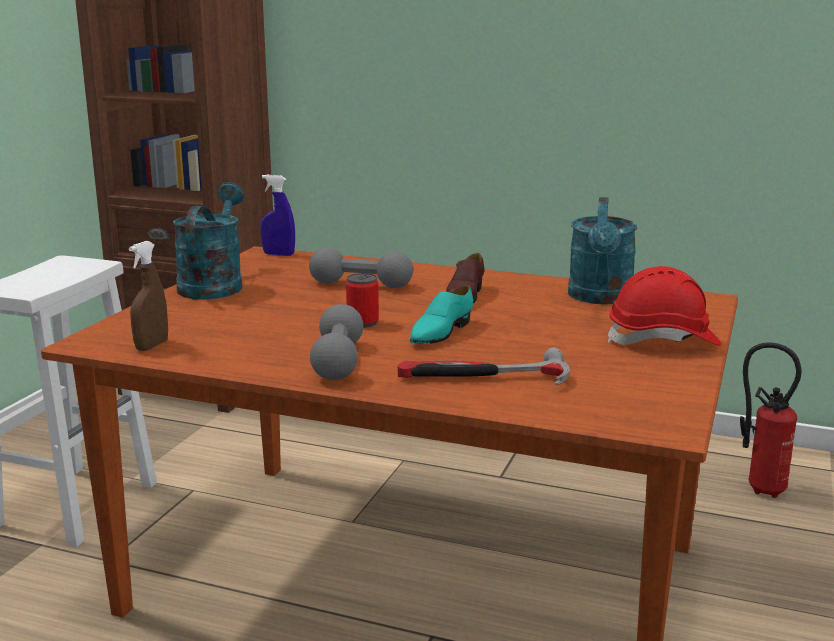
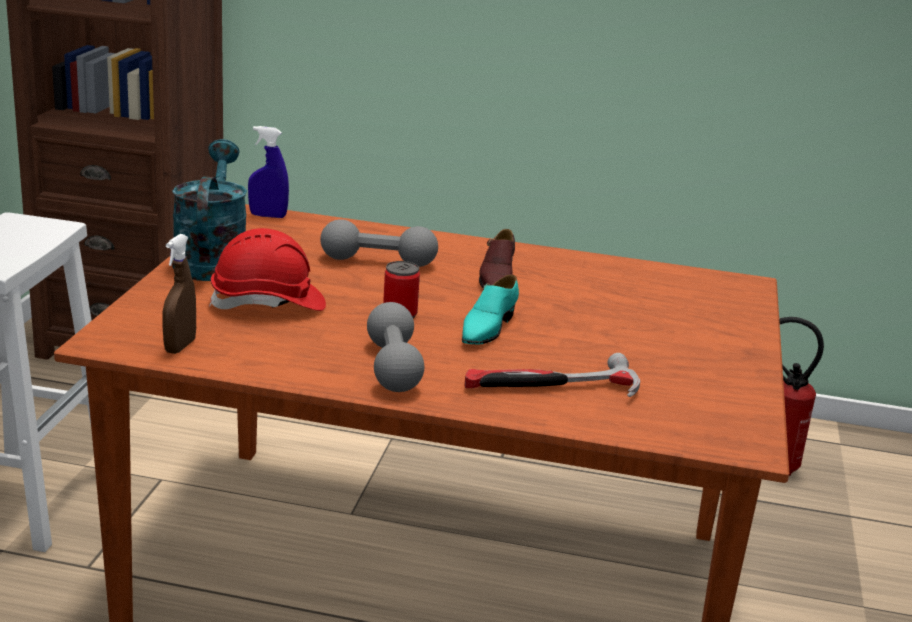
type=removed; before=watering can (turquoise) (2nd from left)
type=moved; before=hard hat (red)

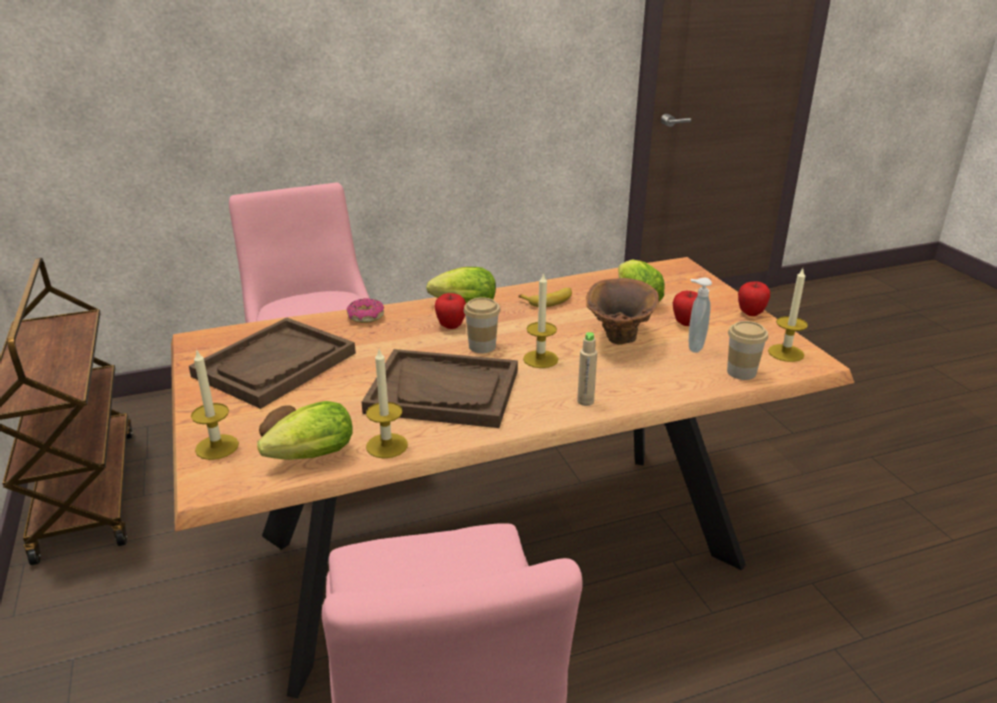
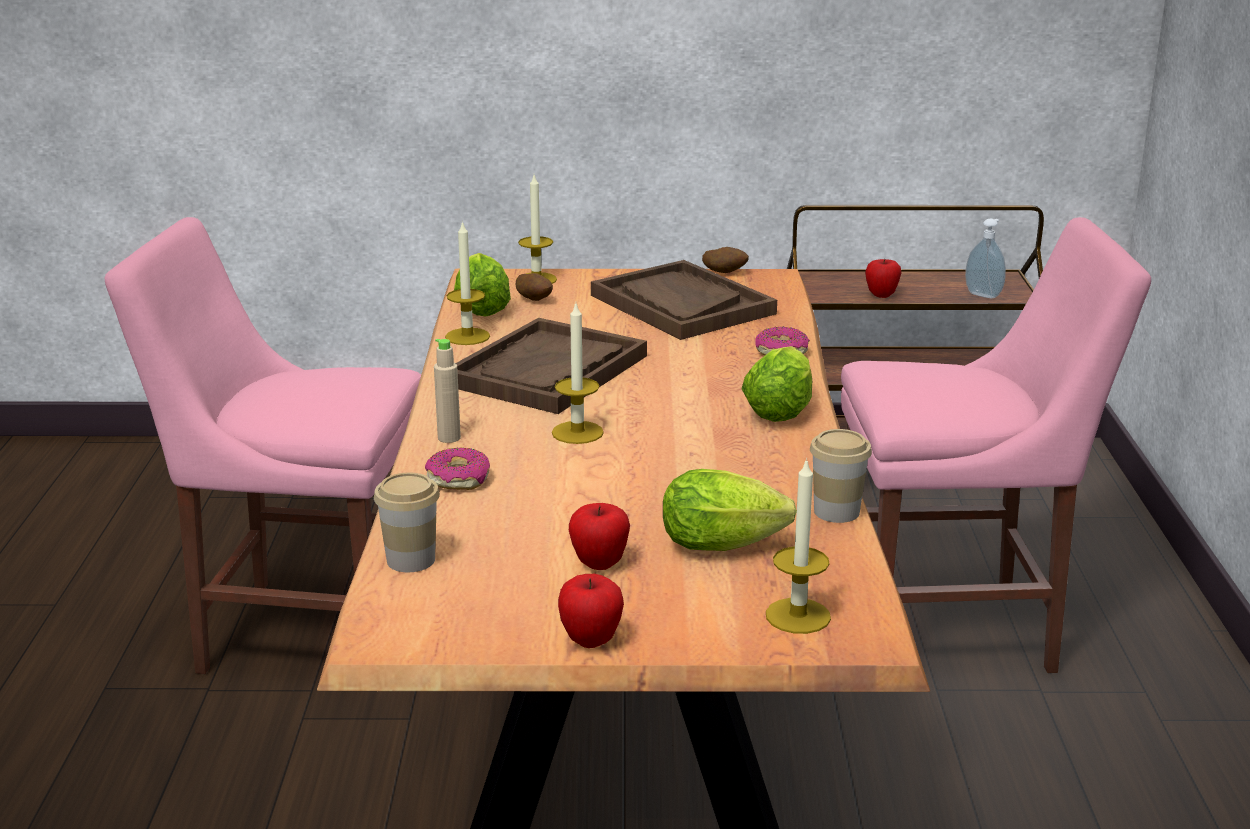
type=moved; before=candle (4th from left)
type=removed; before=vase (brown)
type=moved; before=soap dispenser
type=removed; before=banana
type=moved; before=apple (1st from left in the first image); after=apple (3rd from left)
type=moved; before=cup (1st from left in the first image); after=cup (2nd from left)
type=added; after=potato (2nd from left)
type=added; after=donut (1st from left)

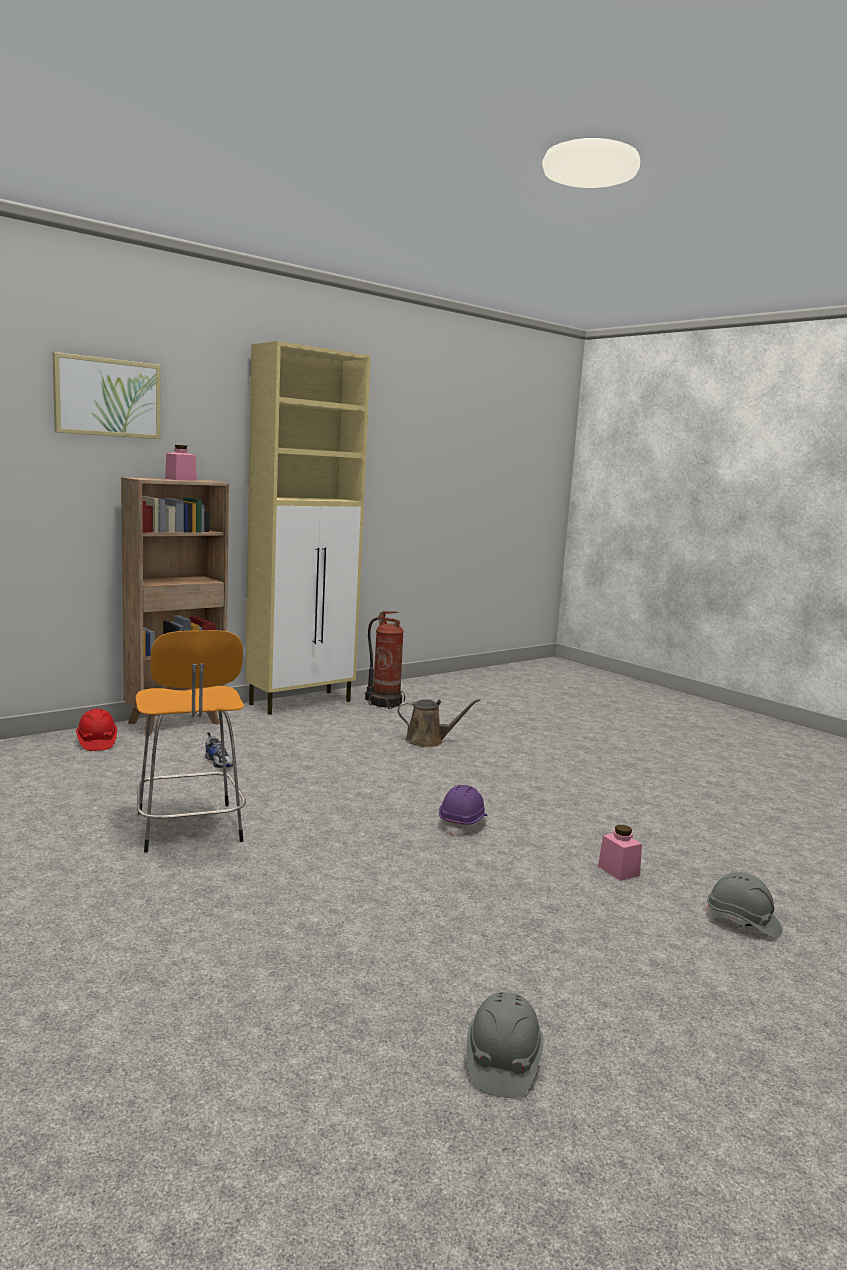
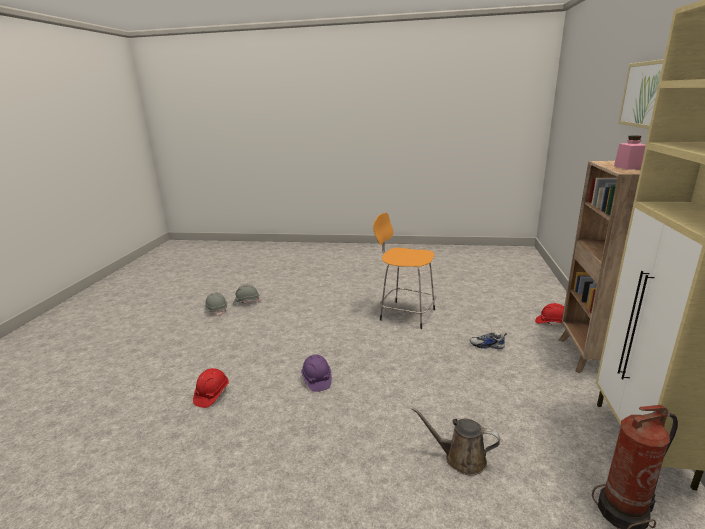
type=turned; before=watering can (brown); turn=60
type=replaced; before=jar (pink) (2nd from left); after=hard hat (red) (1st from left)
type=moved; before=hard hat (grey) (2nd from left)

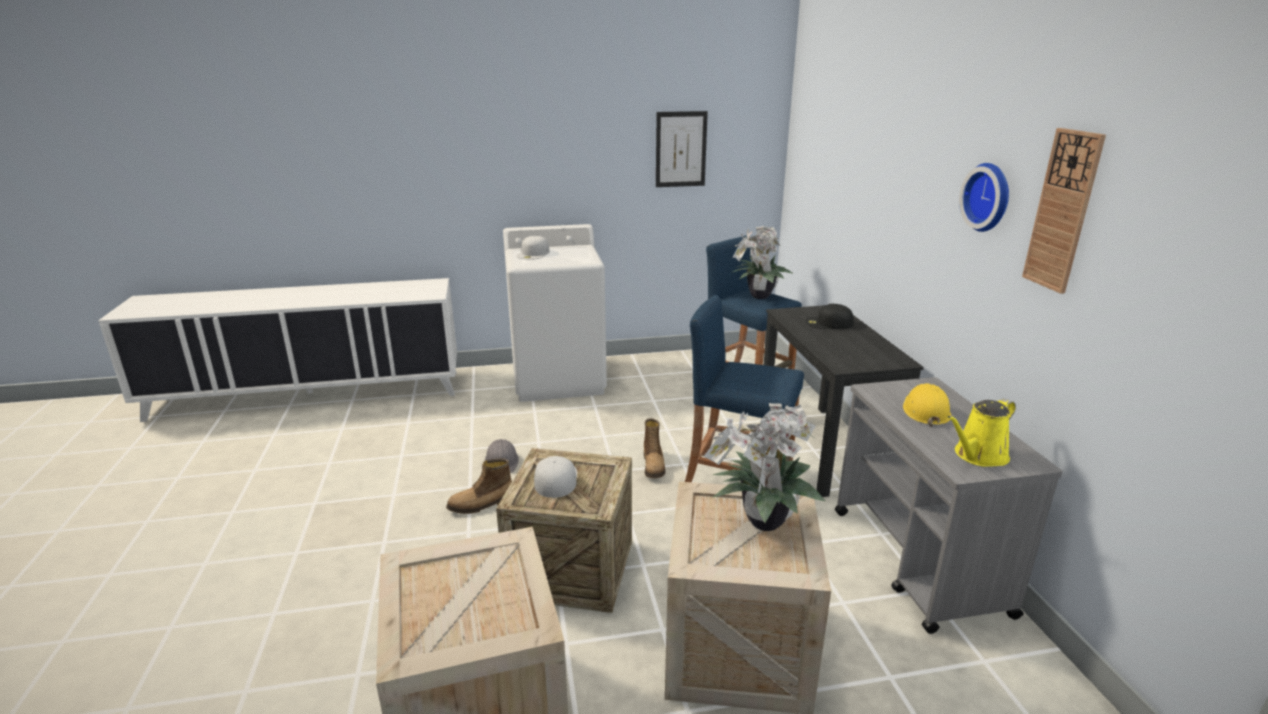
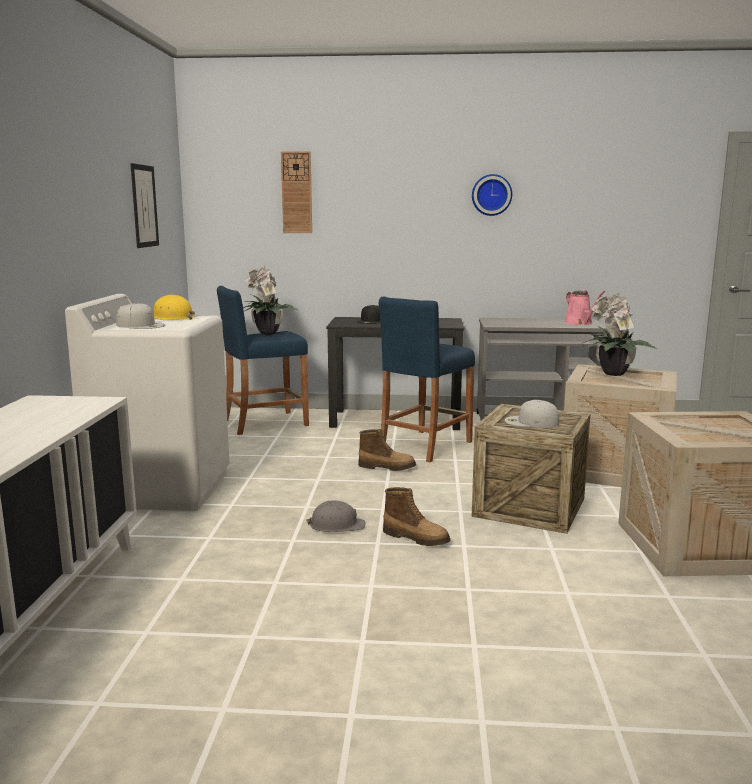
type=moved; before=wall clock (2nd from left in the first image); after=wall clock (1st from left)
type=moved; before=hard hat (yellow)
type=recoloured; before=watering can (yellow); after=watering can (pink)
type=turned; before=boot (1st from left in the first image); turn=-45

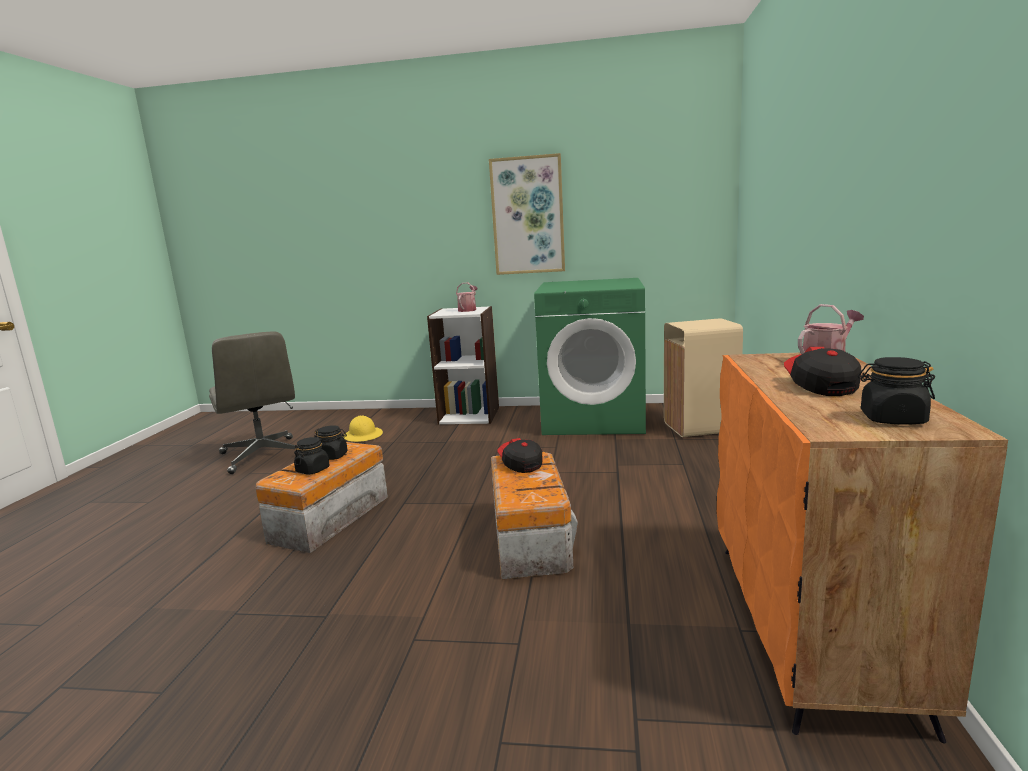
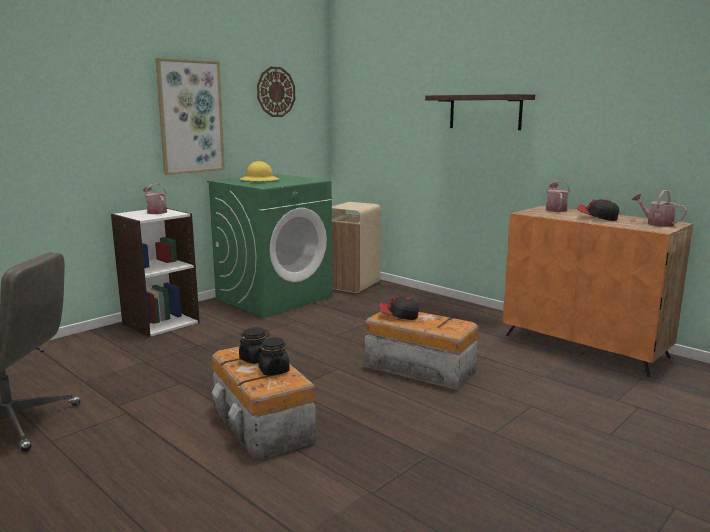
type=replaced; before=jar (black) (3rd from left); after=watering can (3rd from left)
type=moved; before=hard hat (yellow)
type=added; after=wall clock
type=added; after=shelf

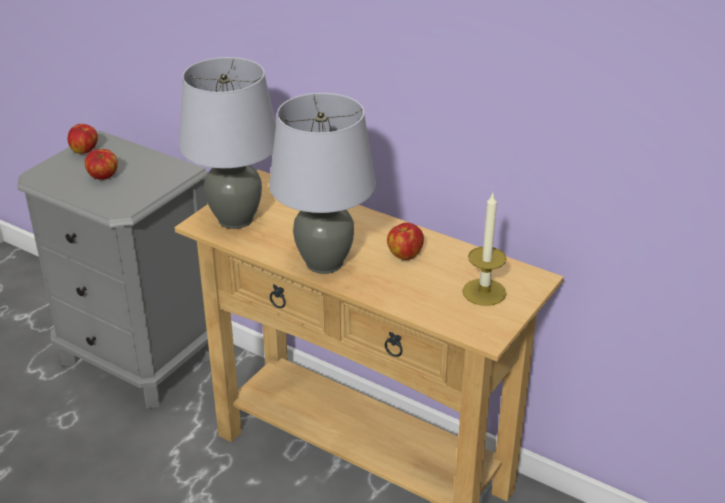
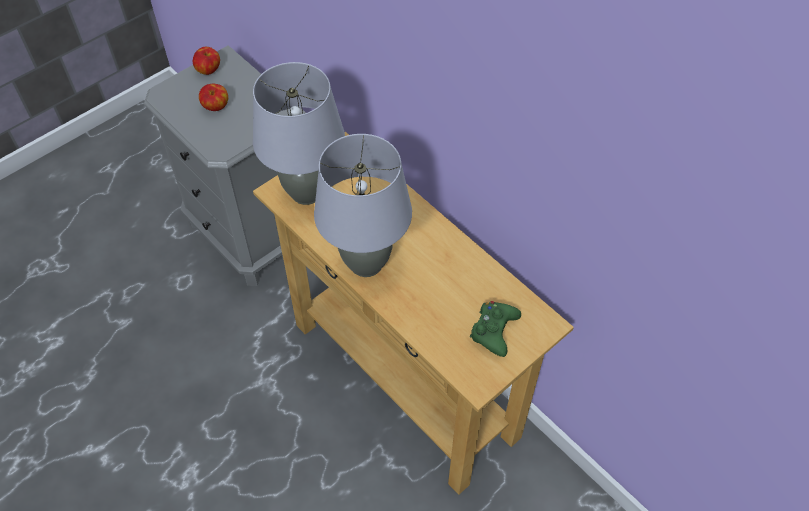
type=replaced; before=candle; after=game controller (green)
type=removed; before=apple (3rd from left)

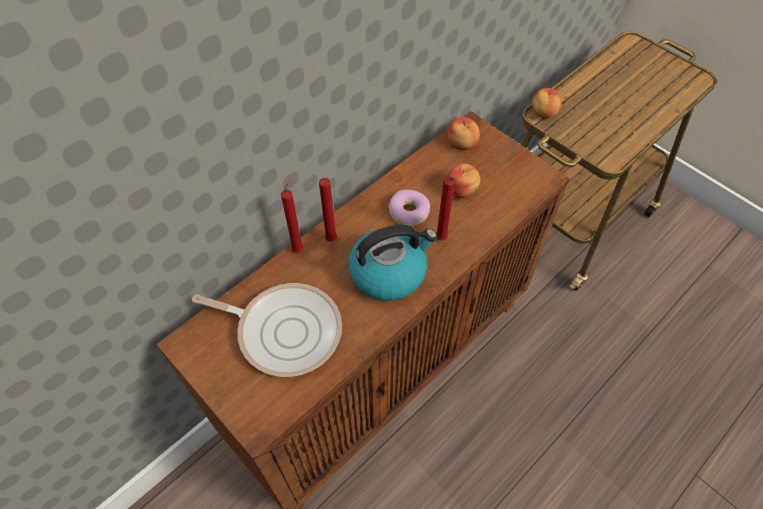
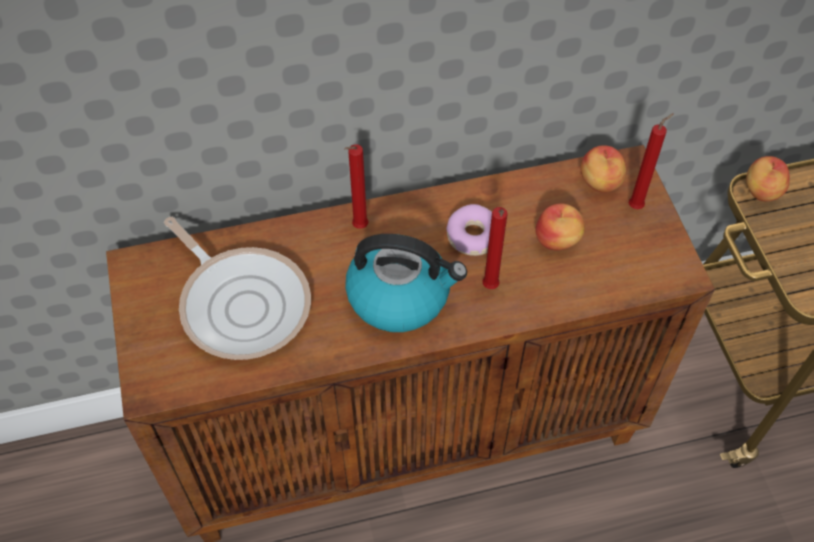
type=moved; before=candle (red) (1st from left in the first image); after=candle (red) (3rd from left)

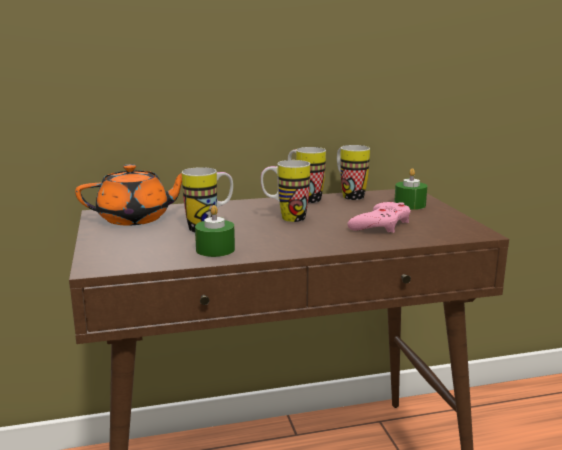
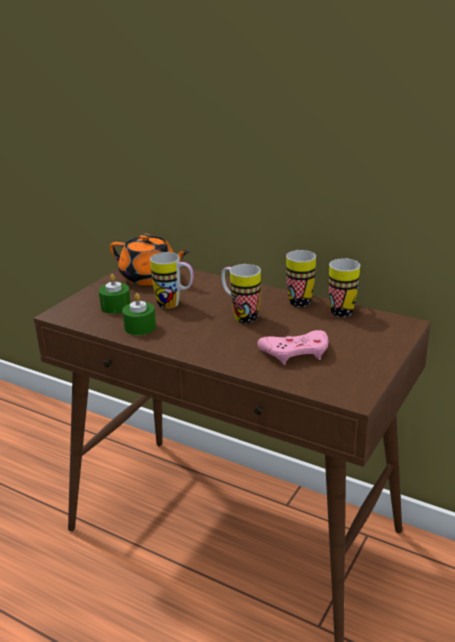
type=moved; before=candle (green) (2nd from left in the first image); after=candle (green) (1st from left)

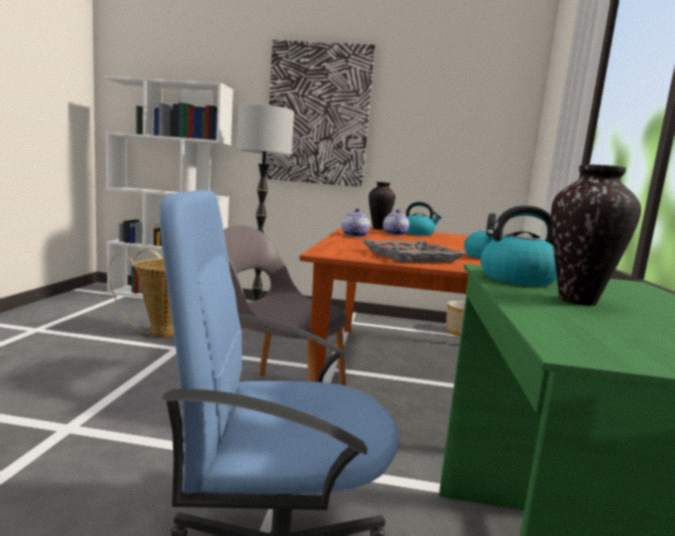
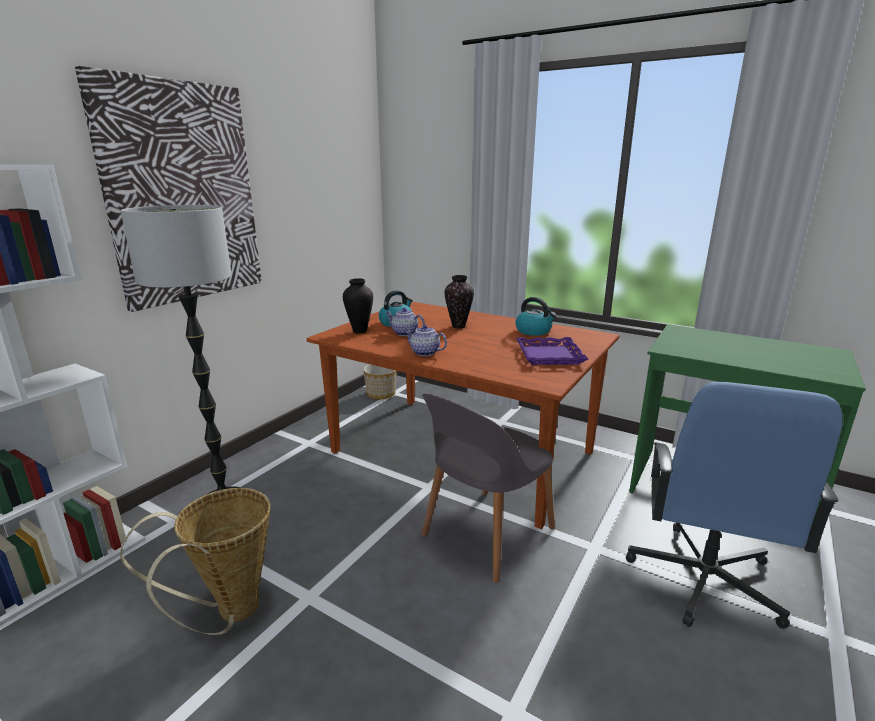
type=moved; before=vase (2nd from left)
type=removed; before=kettle (3rd from left)
type=recoloured; before=tray (grey); after=tray (purple)

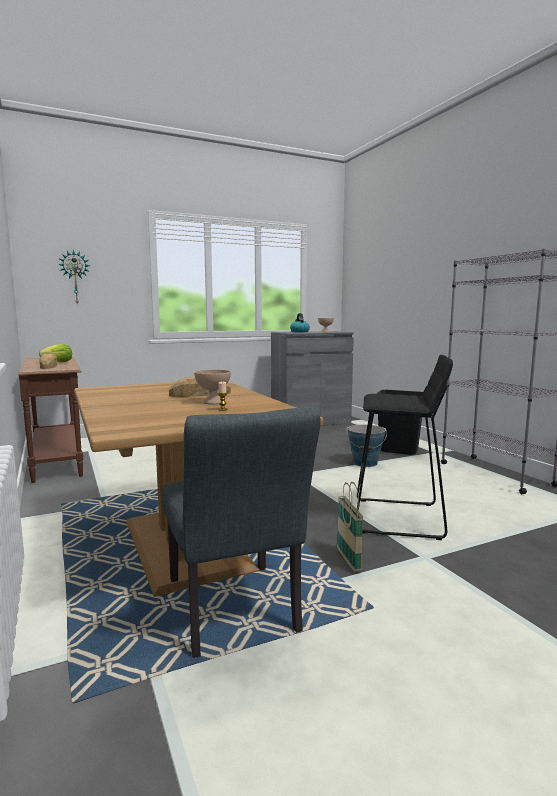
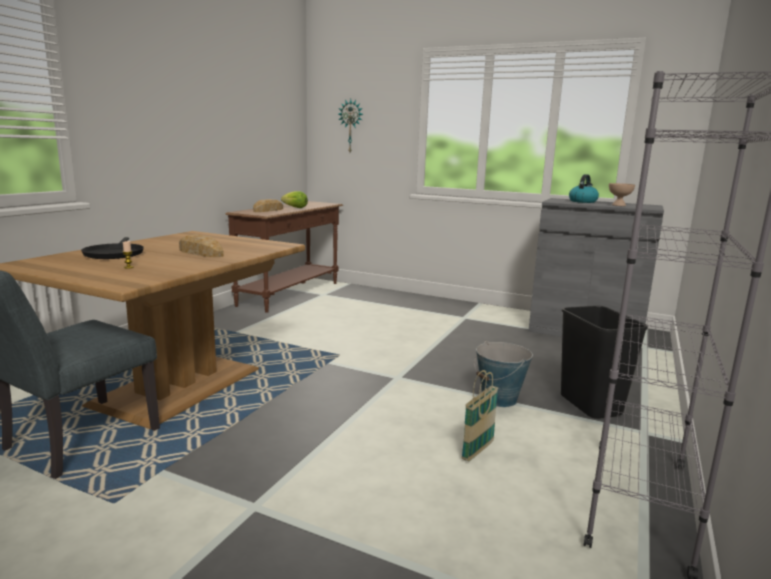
type=removed; before=stool (black)
type=removed; before=bowl (beige) (1st from left)
type=moved; before=basket
type=added; after=frying pan (black)

